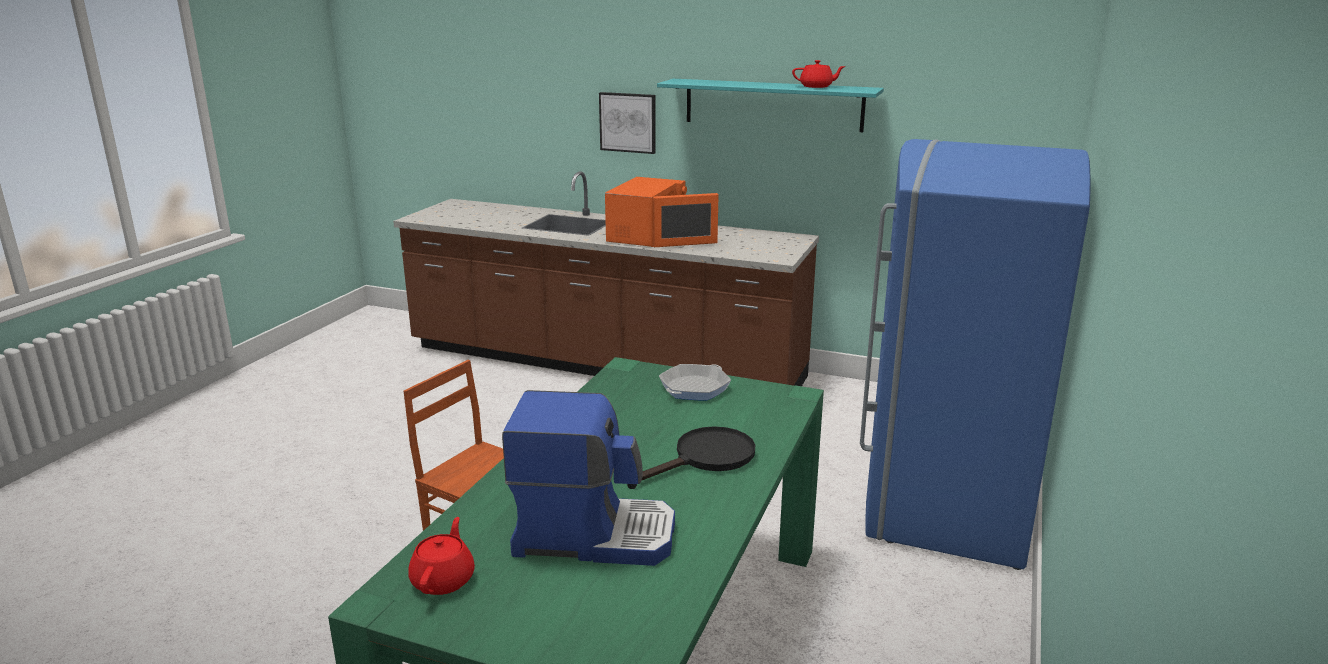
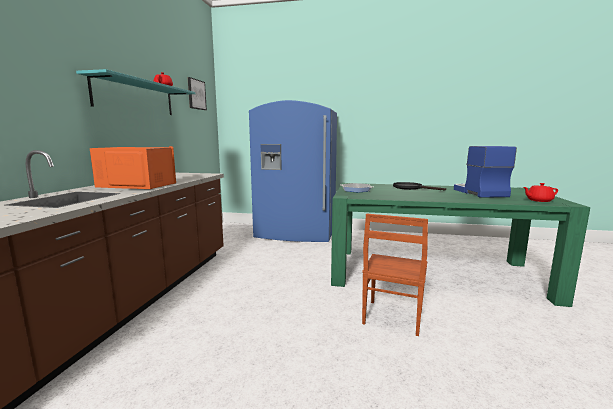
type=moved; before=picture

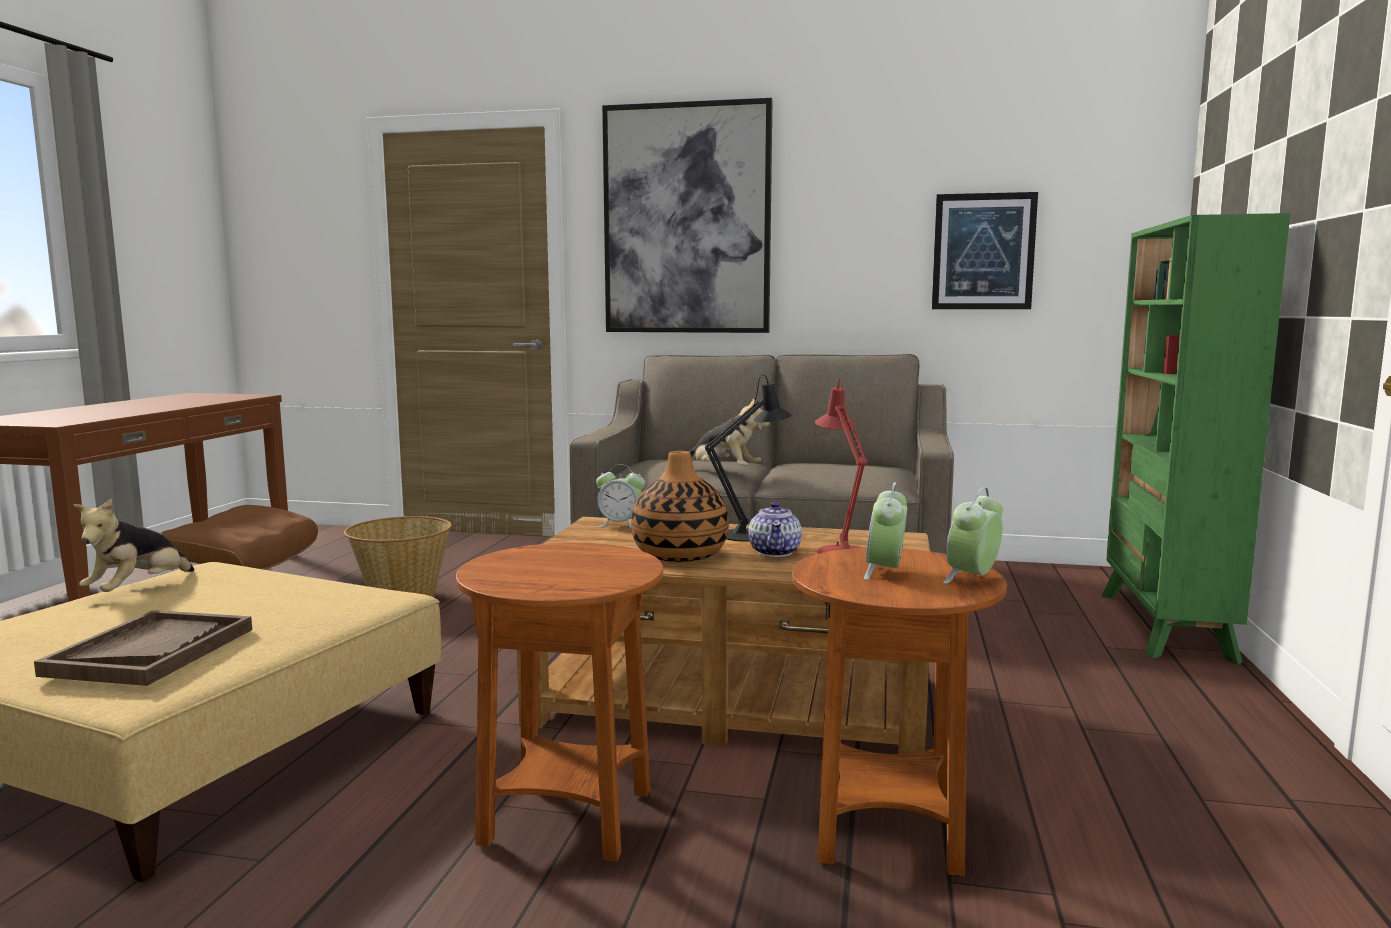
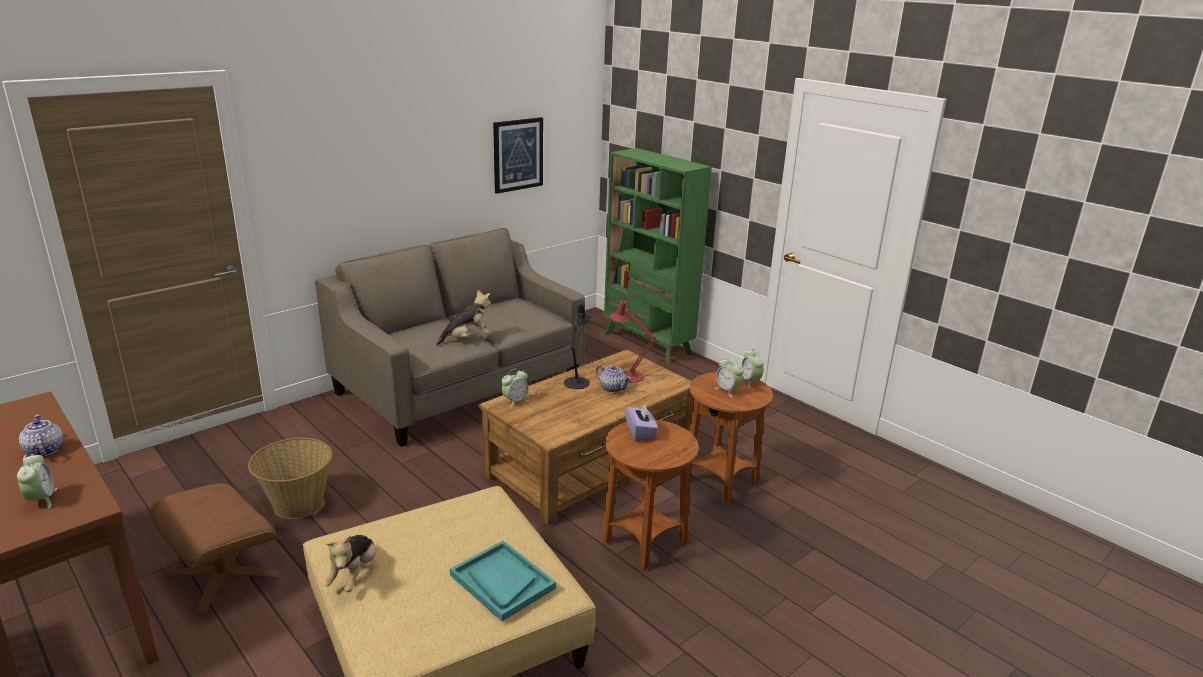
type=removed; before=picture (1st from left)
type=removed; before=vase
type=turned; before=plush toy (1st from left); turn=45
type=recoloured; before=tray (brown); after=tray (turquoise)
type=added; after=tissue box (purple)
type=added; after=teapot (1st from left)
type=added; after=alarm clock (1st from left)

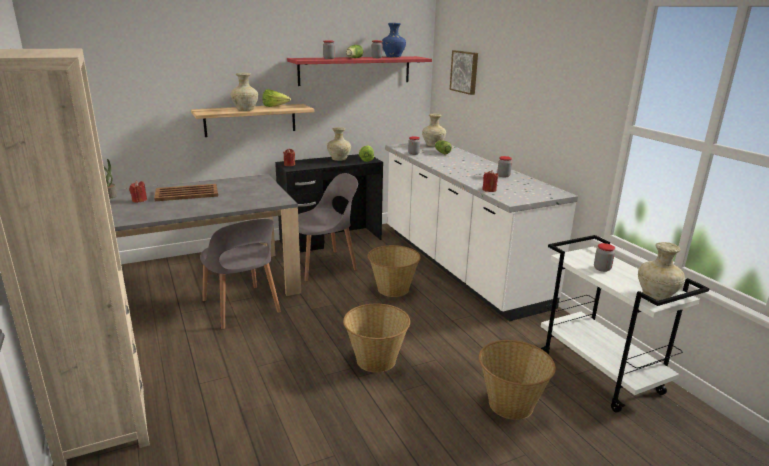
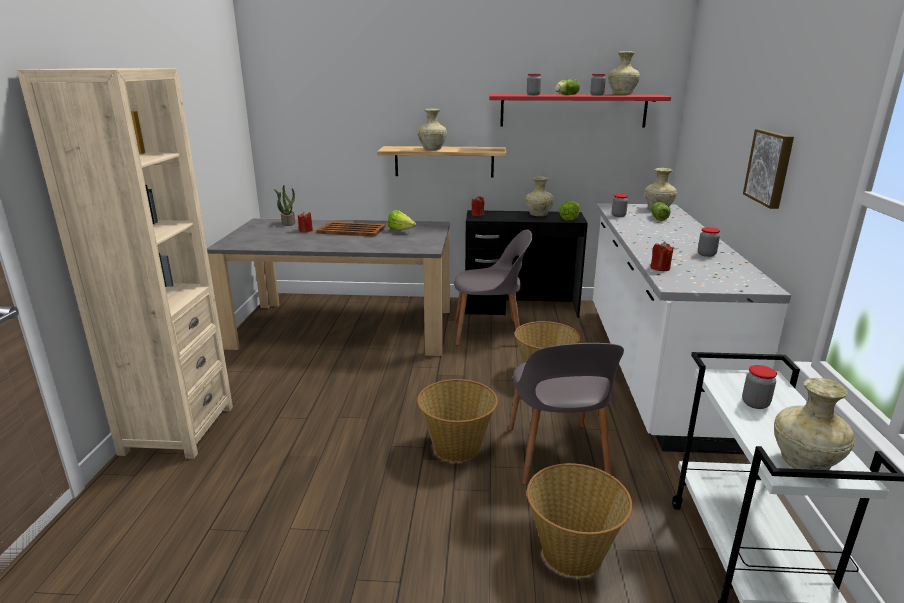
type=recoloured; before=vase (blue); after=vase (beige) (3rd from left)
type=moved; before=picture
type=moved; before=lettuce (1st from left)
type=moved; before=chair (grey) (1st from left in the first image); after=chair (grey) (2nd from left)

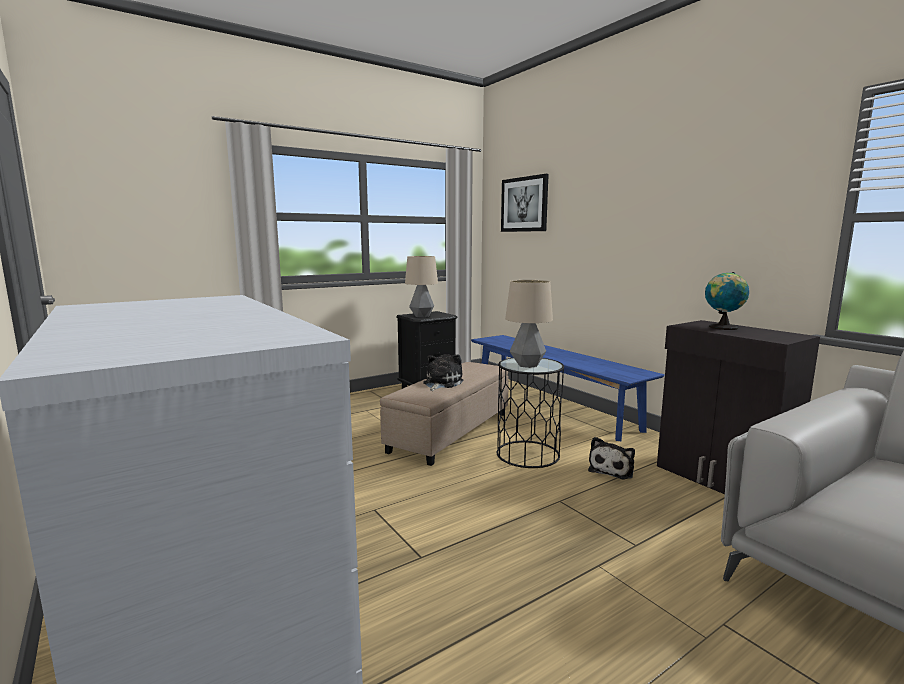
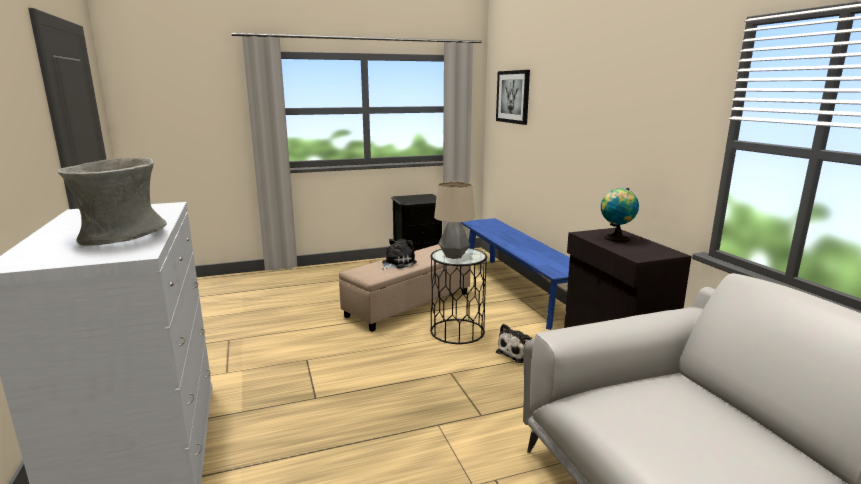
type=removed; before=table lamp (1st from left)
type=added; after=vase (grey)

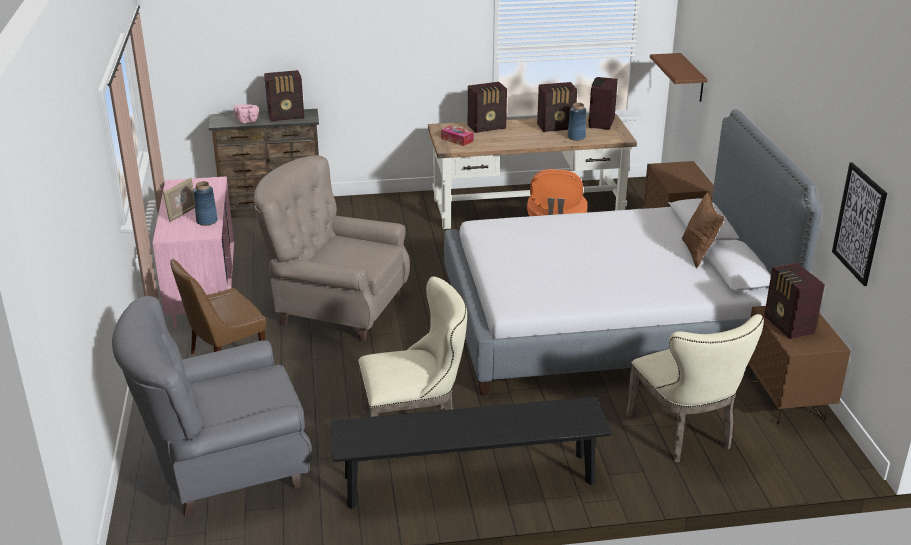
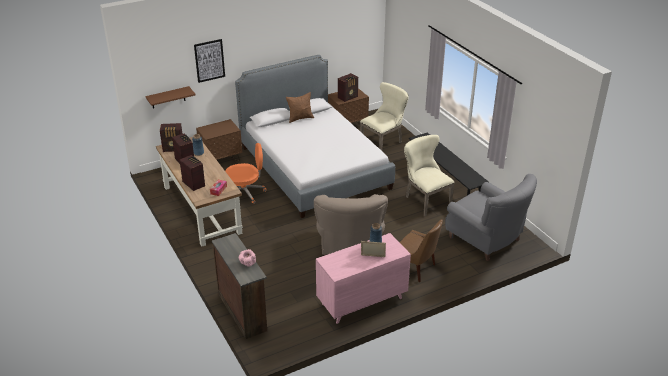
type=removed; before=radio (1st from left)
type=moved; before=picture

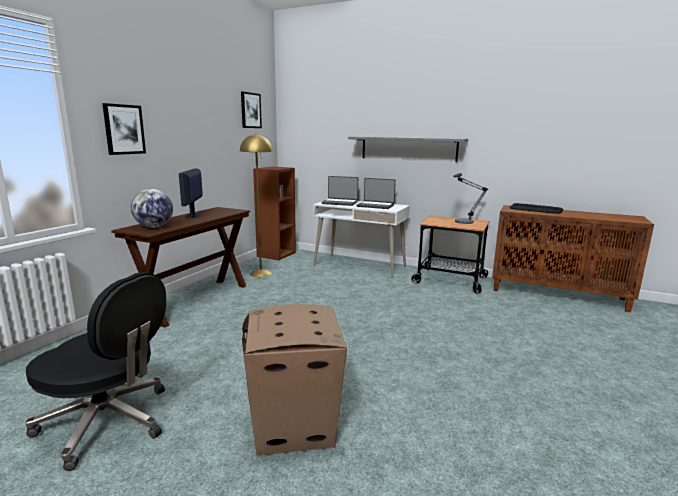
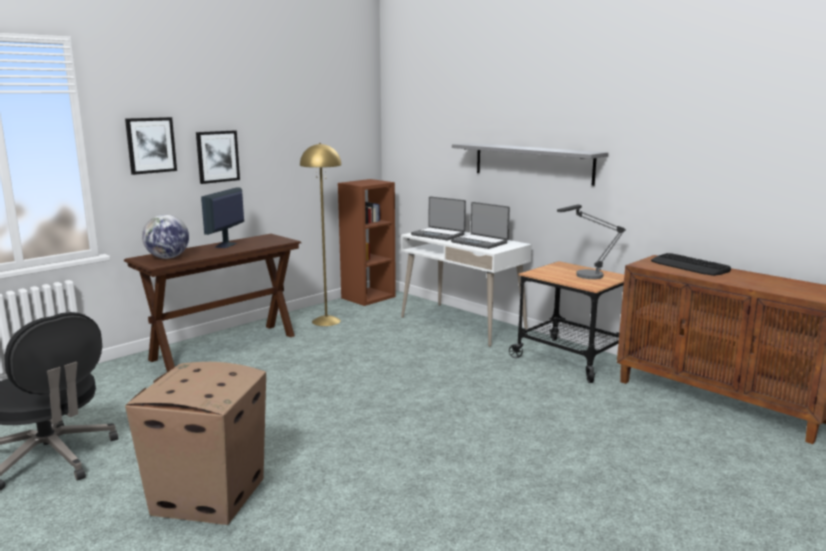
type=moved; before=picture (2nd from left)

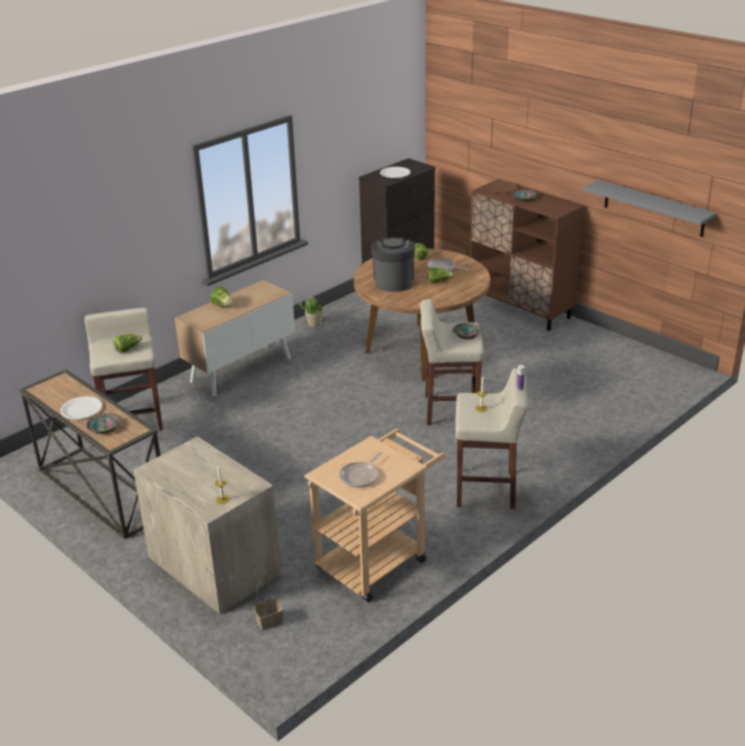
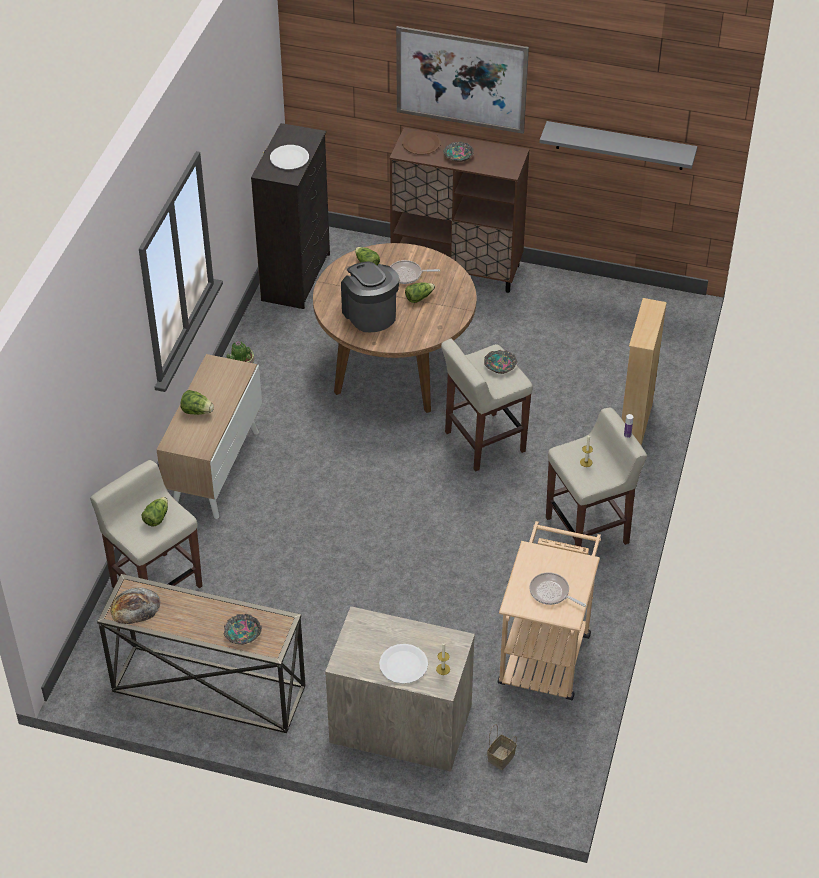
type=moved; before=plate (white) (1st from left in the first image); after=plate (white) (2nd from left)
type=turned; before=frying pan (1st from left in the first image); turn=120
type=added; after=picture
type=added; after=bookcase (beige)
type=added; after=bread

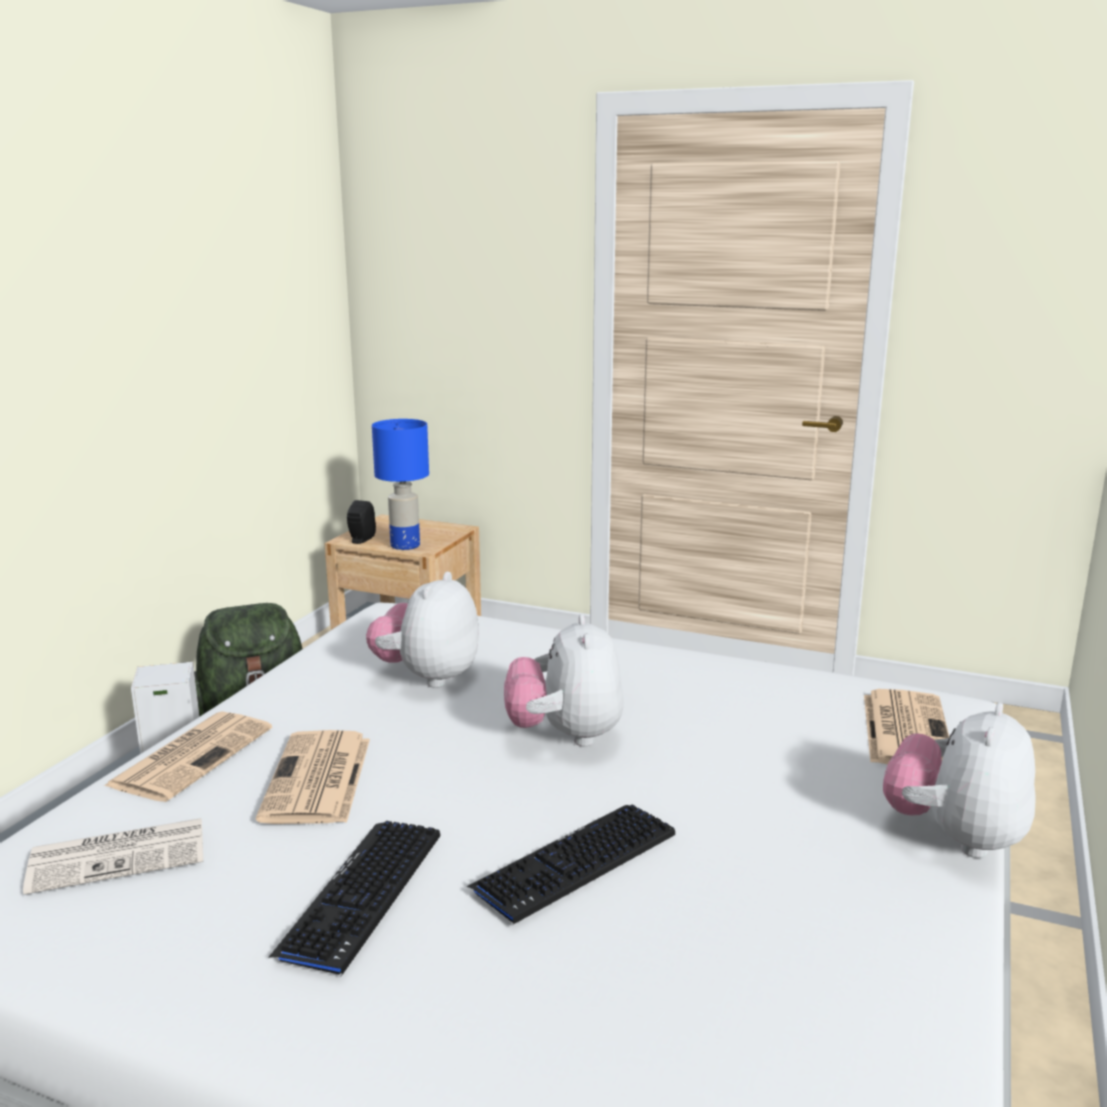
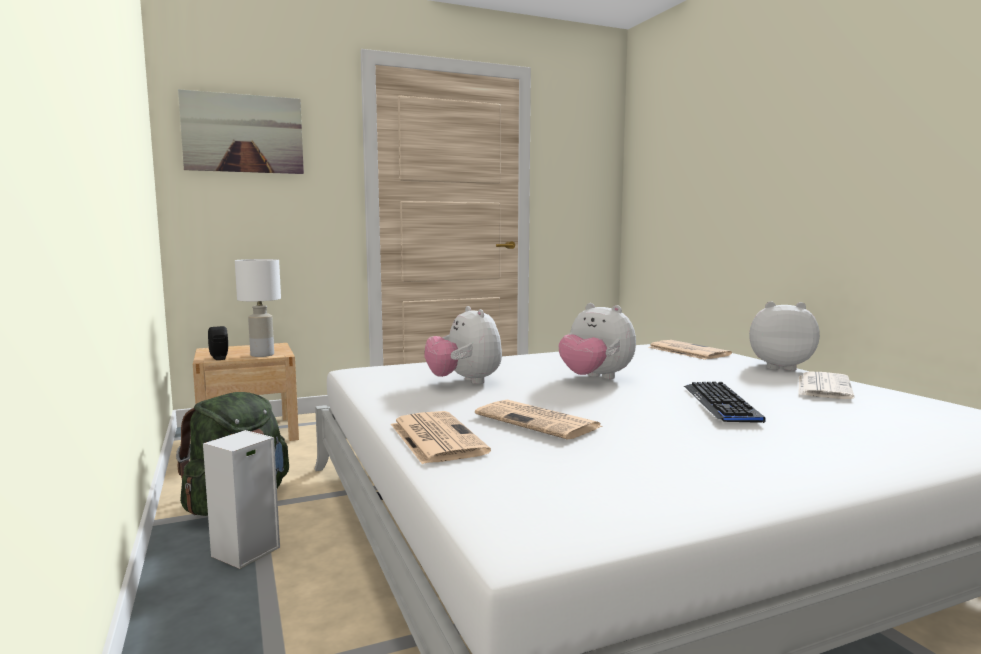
type=recoloured; before=table lamp (blue); after=table lamp (white)
type=turned; before=plush toy (3rd from left); turn=120
type=moved; before=newspaper (1st from left in the first image); after=newspaper (4th from left)
type=removed; before=keyboard (1st from left)
type=added; after=picture

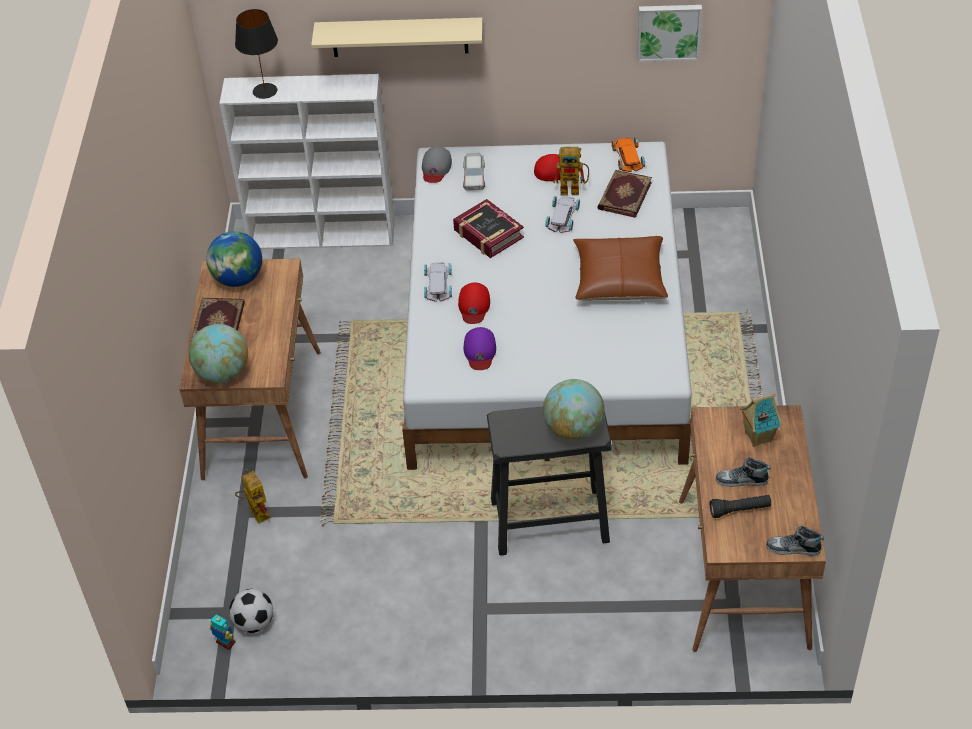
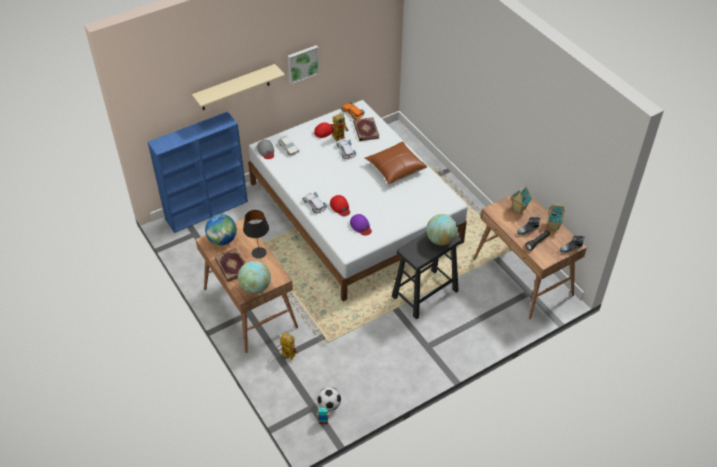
type=moved; before=picture
type=moved; before=table lamp (black)
type=recoloured; before=bookcase (white); after=bookcase (blue)
type=removed; before=book (2nd from left)
type=added; after=toy house (2nd from left)

